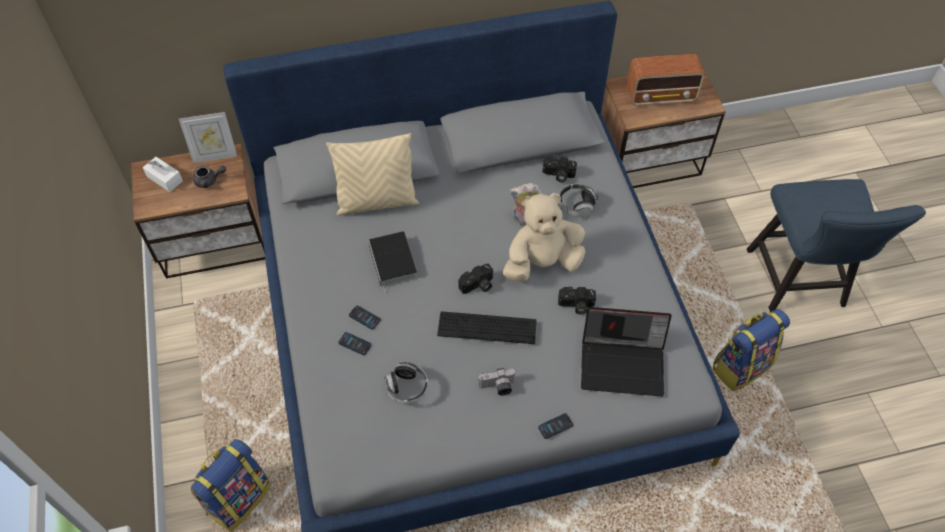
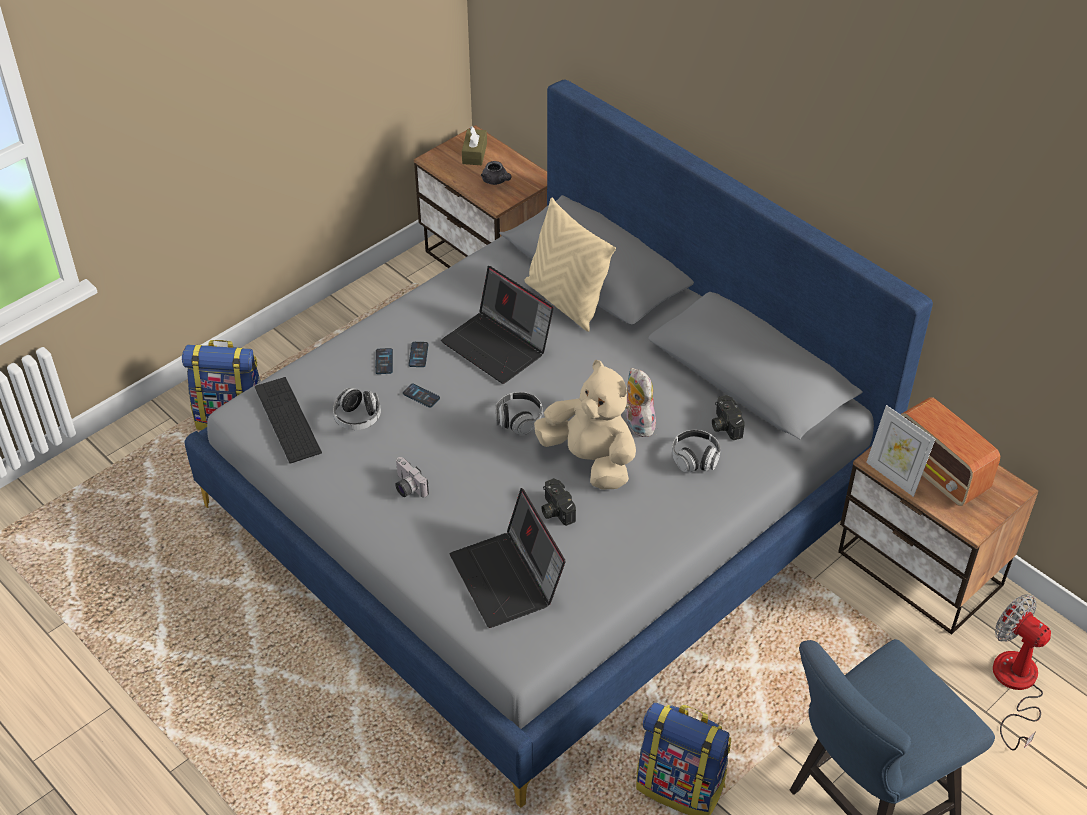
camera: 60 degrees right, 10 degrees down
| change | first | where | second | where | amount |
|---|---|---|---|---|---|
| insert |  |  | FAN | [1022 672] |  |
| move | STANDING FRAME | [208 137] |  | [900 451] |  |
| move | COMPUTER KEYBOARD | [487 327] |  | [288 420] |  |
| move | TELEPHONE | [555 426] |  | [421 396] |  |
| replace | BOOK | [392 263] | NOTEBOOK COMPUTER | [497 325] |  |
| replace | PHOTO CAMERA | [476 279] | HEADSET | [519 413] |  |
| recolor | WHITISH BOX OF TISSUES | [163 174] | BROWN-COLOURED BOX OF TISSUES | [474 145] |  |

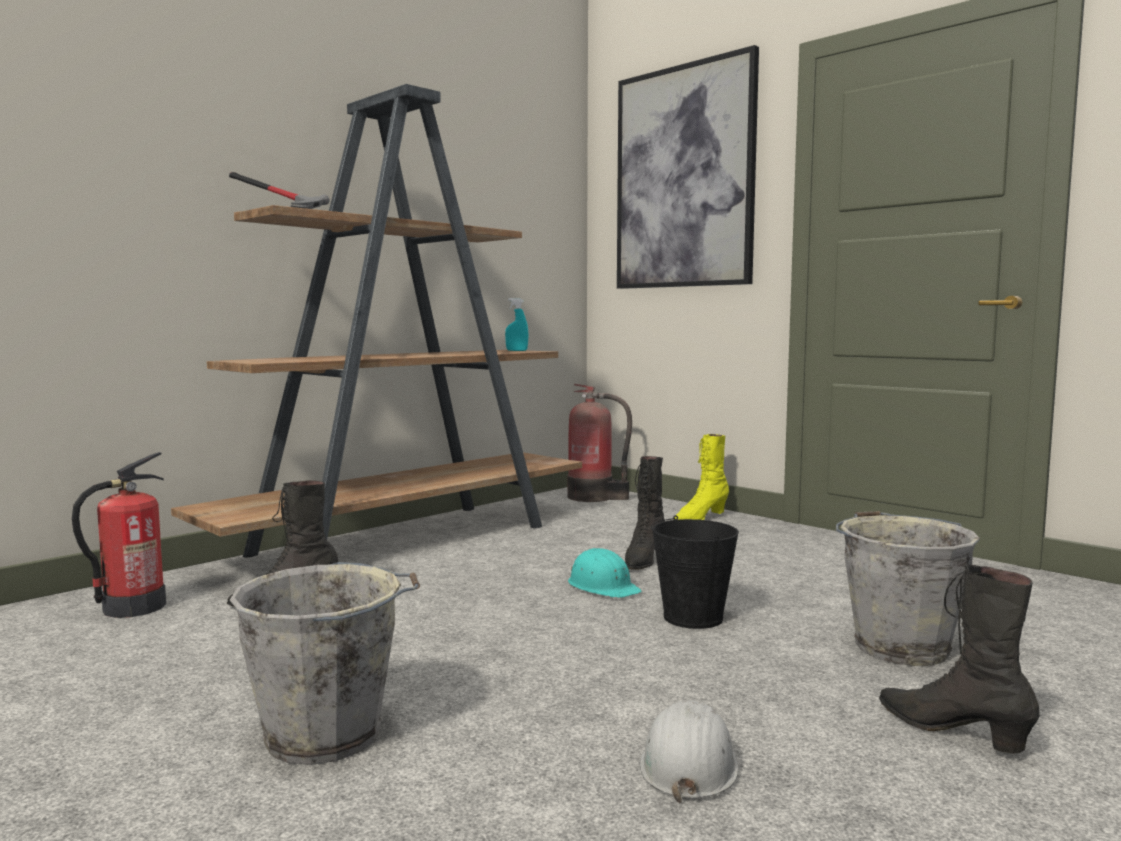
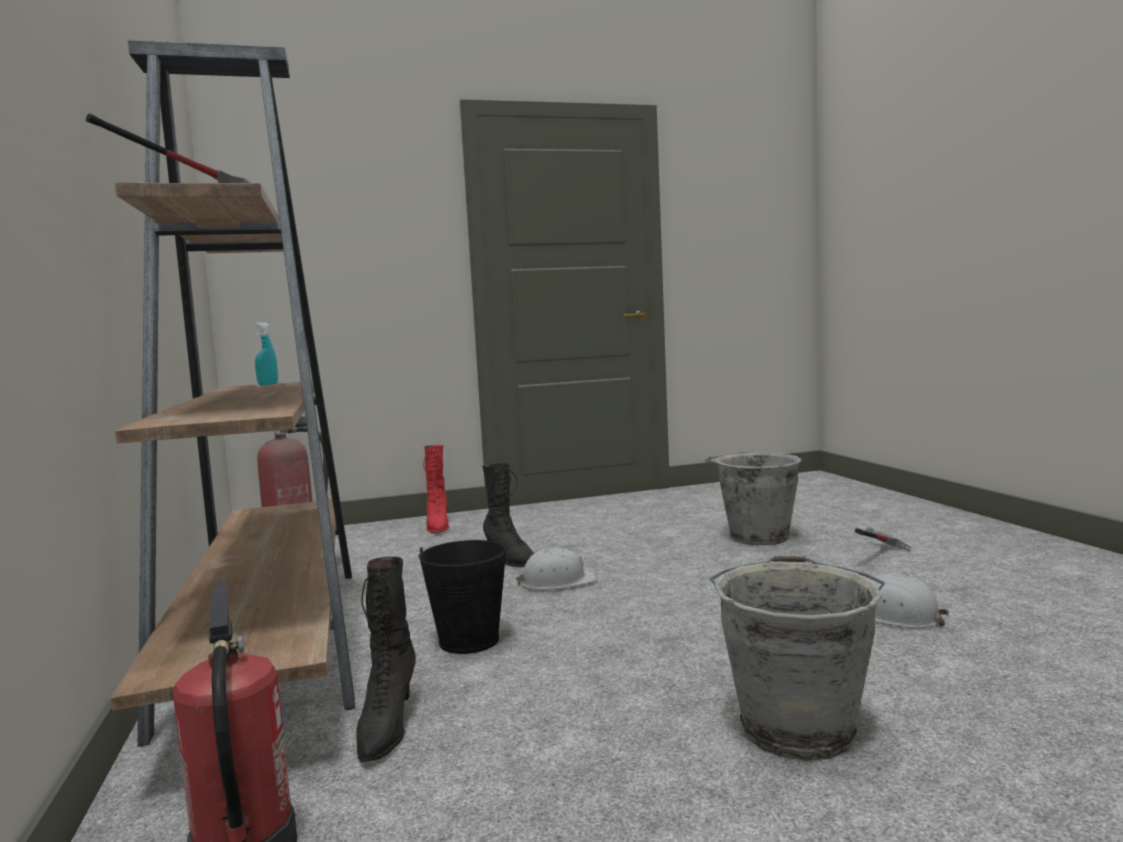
camera: 60 degrees left, 0 degrees up
| change | first | where | second | where | amount |
|---|---|---|---|---|---|
| delete | WALL ART | [688 167] |  |  |  |
| move | BLACKISH WATER BUCKET | [695 572] |  | [463 597] |  |
| replace | BLACKISH BOOT | [959 659] | HAND HAMMER | [883 539] |  |
| recolor | TURQUOISE HARD HAT | [605 573] | WHITISH HARD HAT | [556 569] |  |
| recolor | YELLOW-COLOURED BOOT | [702 477] | REDDISH BOOT | [436 489] |  |

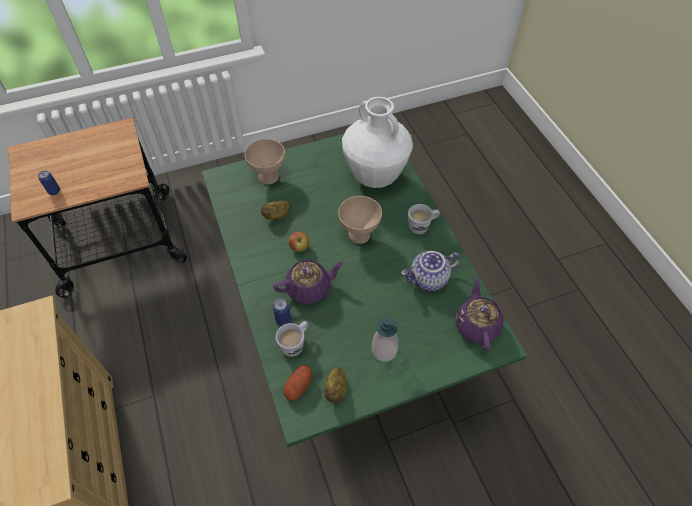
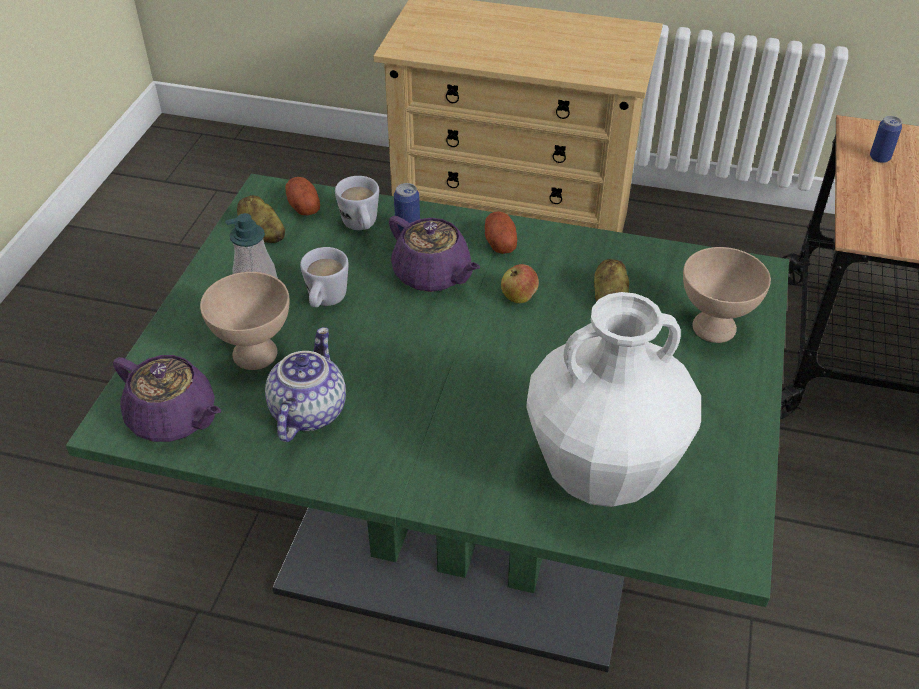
camera: 125 degrees right, 10 degrees down
| change | first | where | second | where | amount |
|---|---|---|---|---|---|
| insert |  |  | WHOLE POTATO | [501 232] |  |
| move | SAND-COLOURED DEEP DISH | [360 220] |  | [245 321] |  |
| move | WHITISH TEA MUG | [424 219] |  | [324 277] |  |
| rotate | PURPLE-COLOURED TEAPOT | [308 282] |  | [434 254] | 60 degrees counterclockwise |

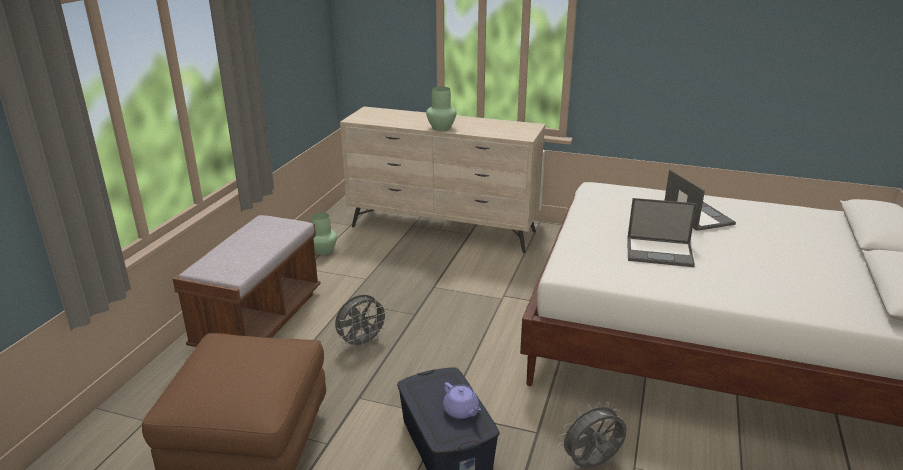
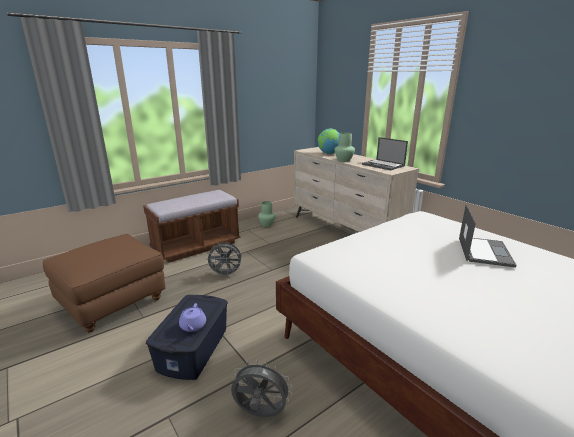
camera: 35 degrees right, 5 degrees down
| change | first | where | second | where | amount |
|---|---|---|---|---|---|
| insert |  |  | WORLD GLOBE | [329 141] |  |
| move | NOTEBOOK COMPUTER | [662 232] |  | [385 154] |  |

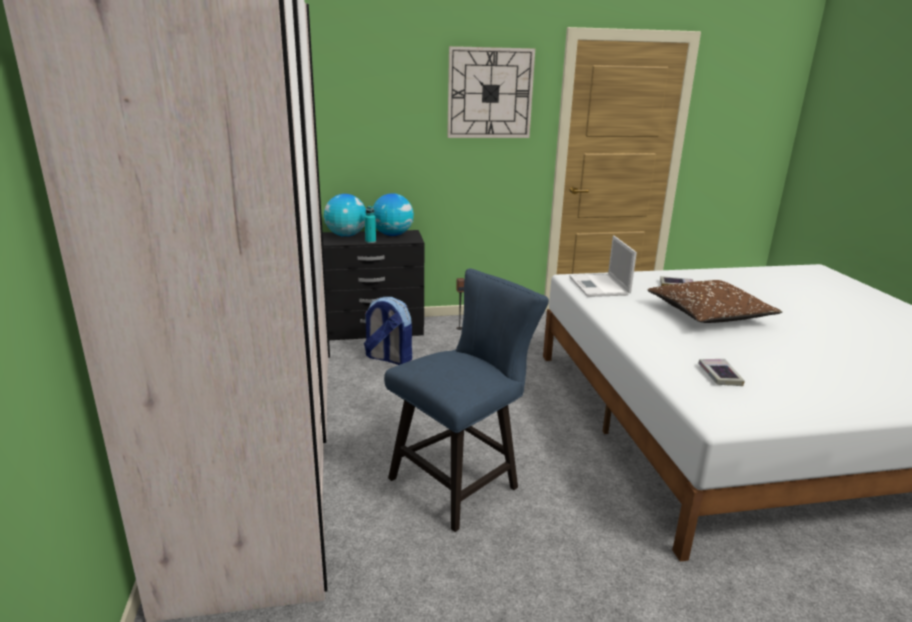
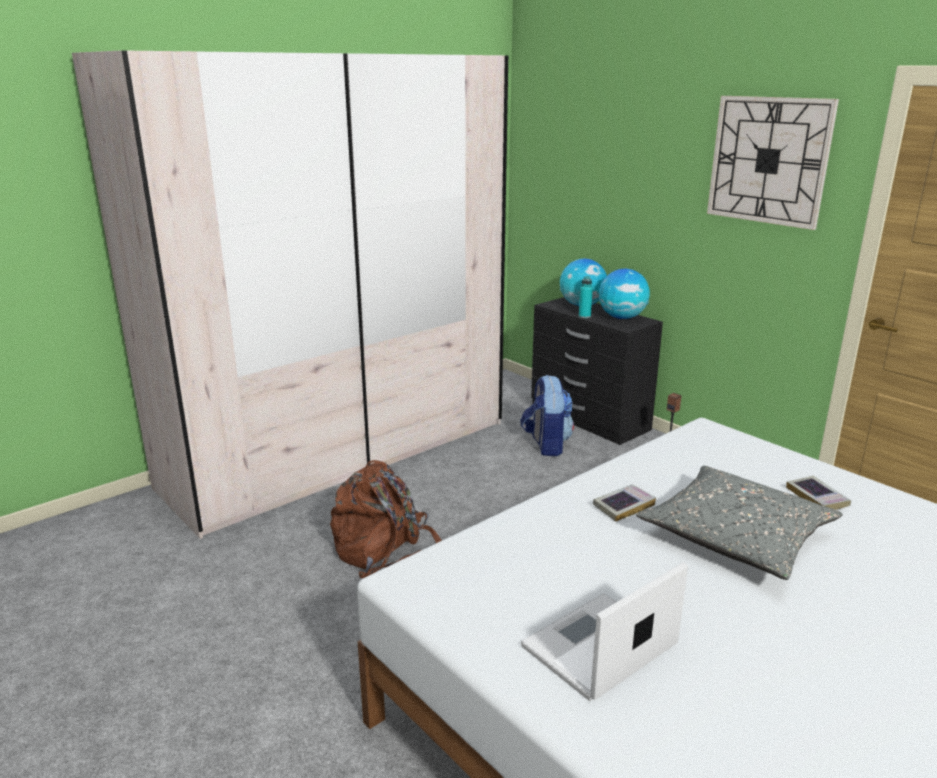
camera: 60 degrees right, 0 degrees up
| change | first | where | second | where | amount |
|---|---|---|---|---|---|
| move | NOTEBOOK COMPUTER | [603 266] |  | [604 631] |  |
| move | BOOK | [721 372] |  | [624 503] |  |
| replace | BLUE-COLOURED UPRIGHT CHAIR | [466 400] | BROWN-COLOURED BACKPACK | [386 519] |  |
| recolor | BROWN-COLOURED CUSHION | [714 301] | GREYISH CUSHION | [739 523] |  |

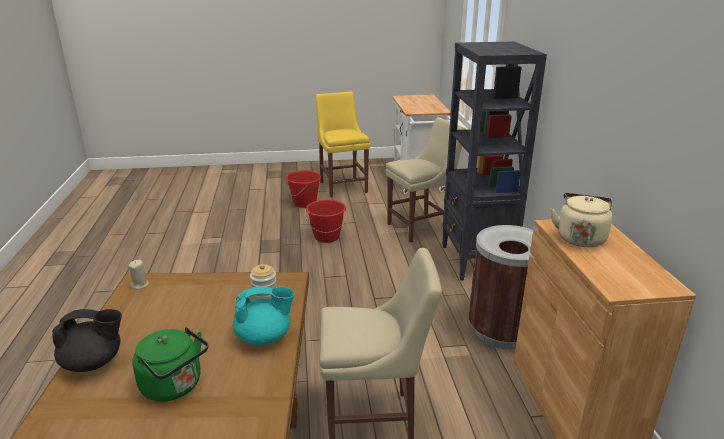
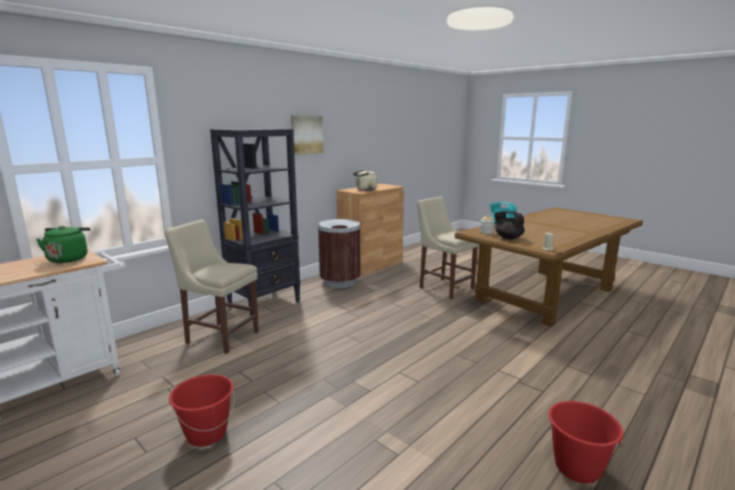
camera: 130 degrees left, 10 degrees down
| change | first | where | second | where | amount |
|---|---|---|---|---|---|
| delete | YELLOW-COLOURED UPRIGHT CHAIR | [343 145] |  |  |  |
| insert |  |  | WALL ART | [307 135] |  |
| move | BLACKISH TEAPOT | [87 340] |  | [509 225] |  |
| move | GREEN-COLOURED TEA KETTLE | [170 364] |  | [63 244] |  |
| move | REDDISH WATER BUCKET | [326 221] |  | [586 442] |  |

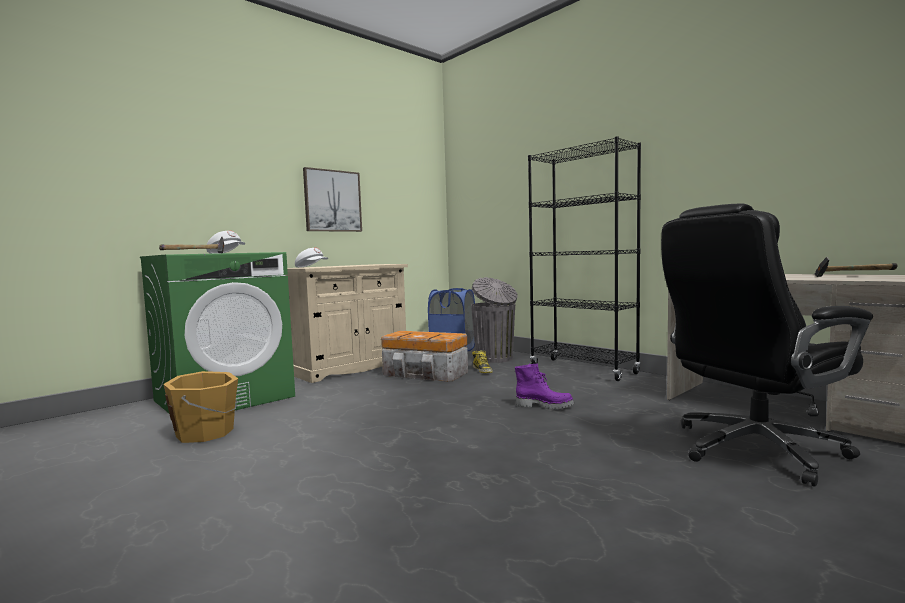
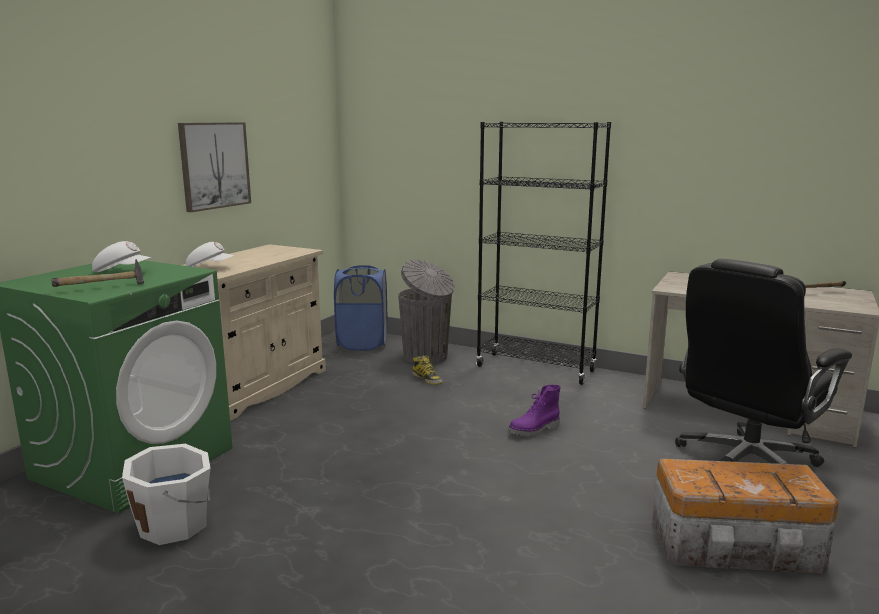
camera: 20 degrees left, 10 degrees up
| change | first | where | second | where | amount |
|---|---|---|---|---|---|
| move | STORAGE CONTAINER | [424 356] |  | [745 516] |  |
| recolor | ORANGE-COLOURED WATER BUCKET | [200 407] | WHITISH WATER BUCKET | [166 494] |  |
| rotate | PURPLE-COLOURED BOOT | [544 386] |  | [534 411] | 150 degrees clockwise |

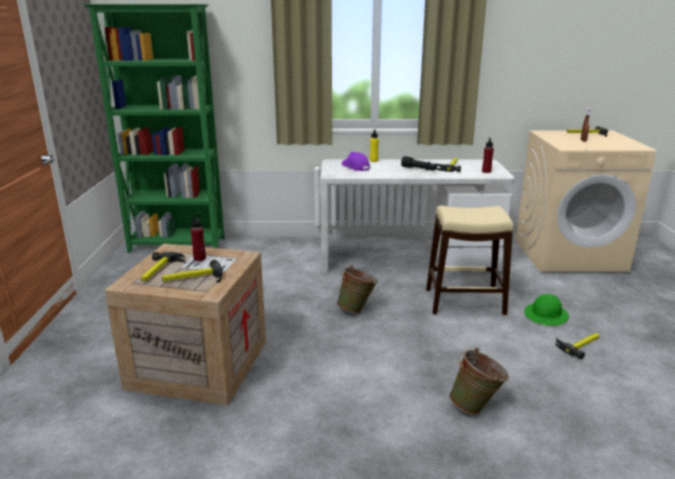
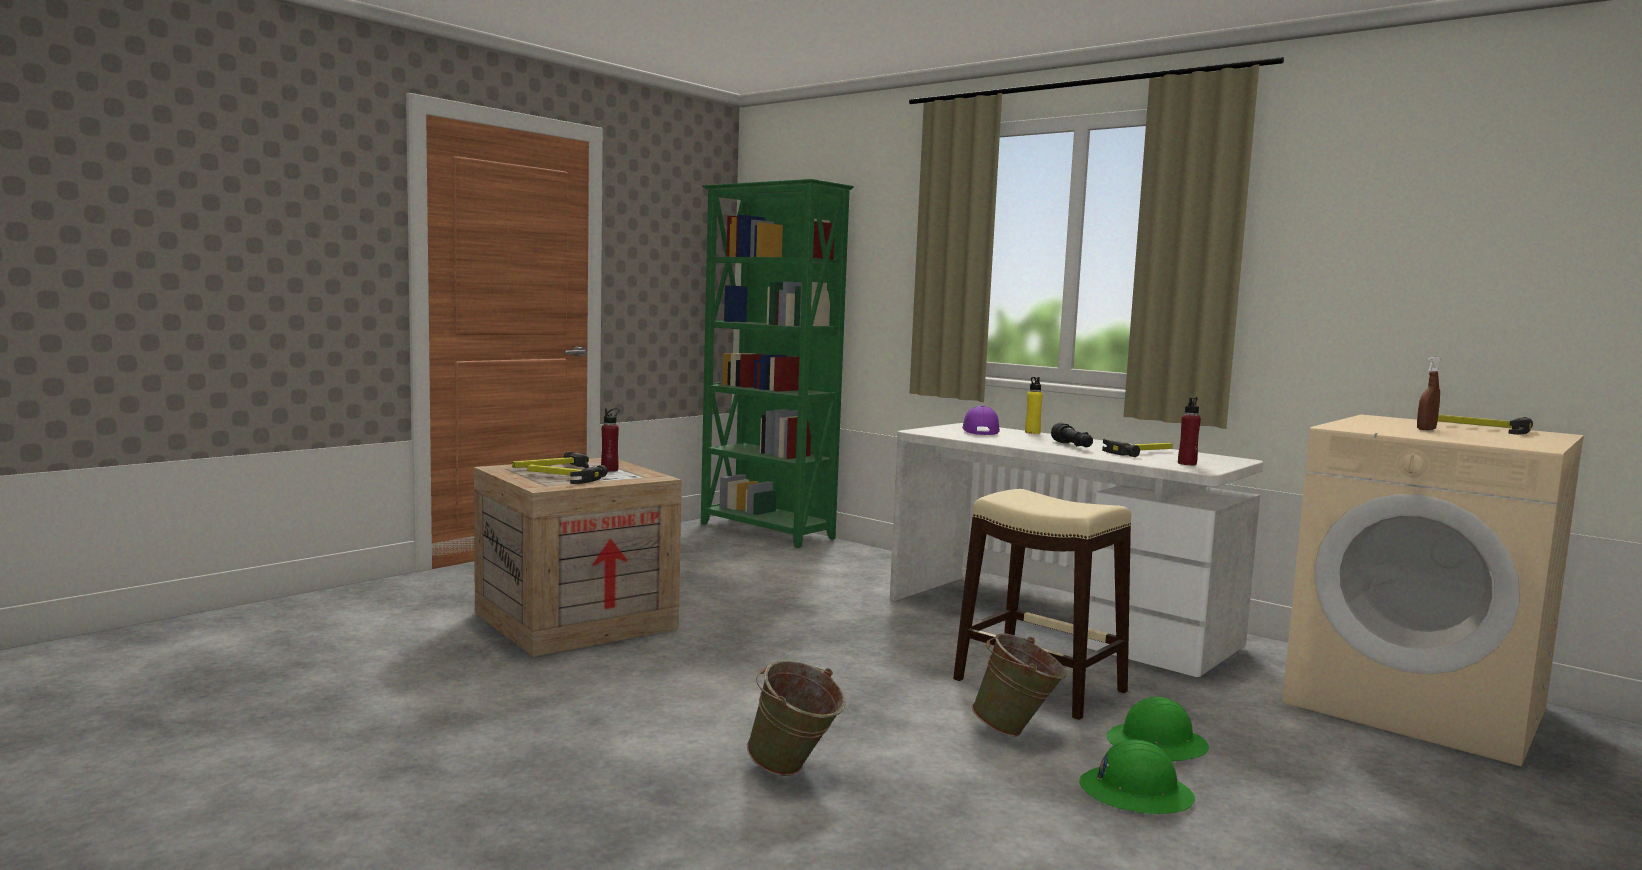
camera: 40 degrees right, 15 degrees down
| change | first | where | second | where | amount |
|---|---|---|---|---|---|
| move | GREEN-COLOURED WATER BUCKET | [357 289] |  | [1019 685] |  |
| replace | HAND HAMMER | [578 346] | GREEN-COLOURED HARD HAT | [1137 777] |  |

